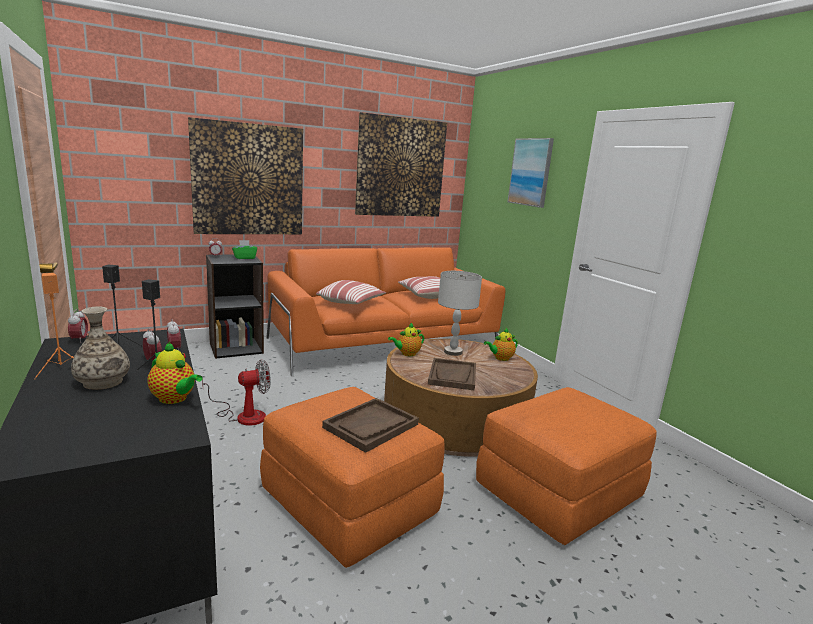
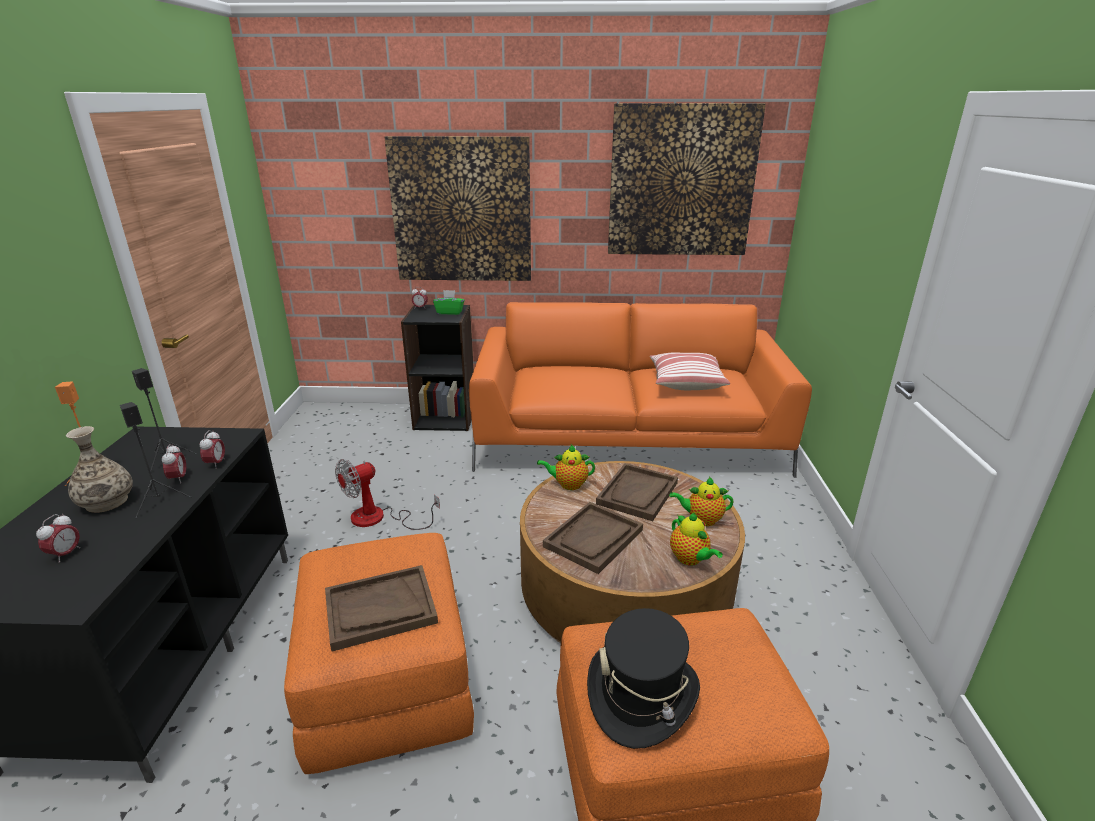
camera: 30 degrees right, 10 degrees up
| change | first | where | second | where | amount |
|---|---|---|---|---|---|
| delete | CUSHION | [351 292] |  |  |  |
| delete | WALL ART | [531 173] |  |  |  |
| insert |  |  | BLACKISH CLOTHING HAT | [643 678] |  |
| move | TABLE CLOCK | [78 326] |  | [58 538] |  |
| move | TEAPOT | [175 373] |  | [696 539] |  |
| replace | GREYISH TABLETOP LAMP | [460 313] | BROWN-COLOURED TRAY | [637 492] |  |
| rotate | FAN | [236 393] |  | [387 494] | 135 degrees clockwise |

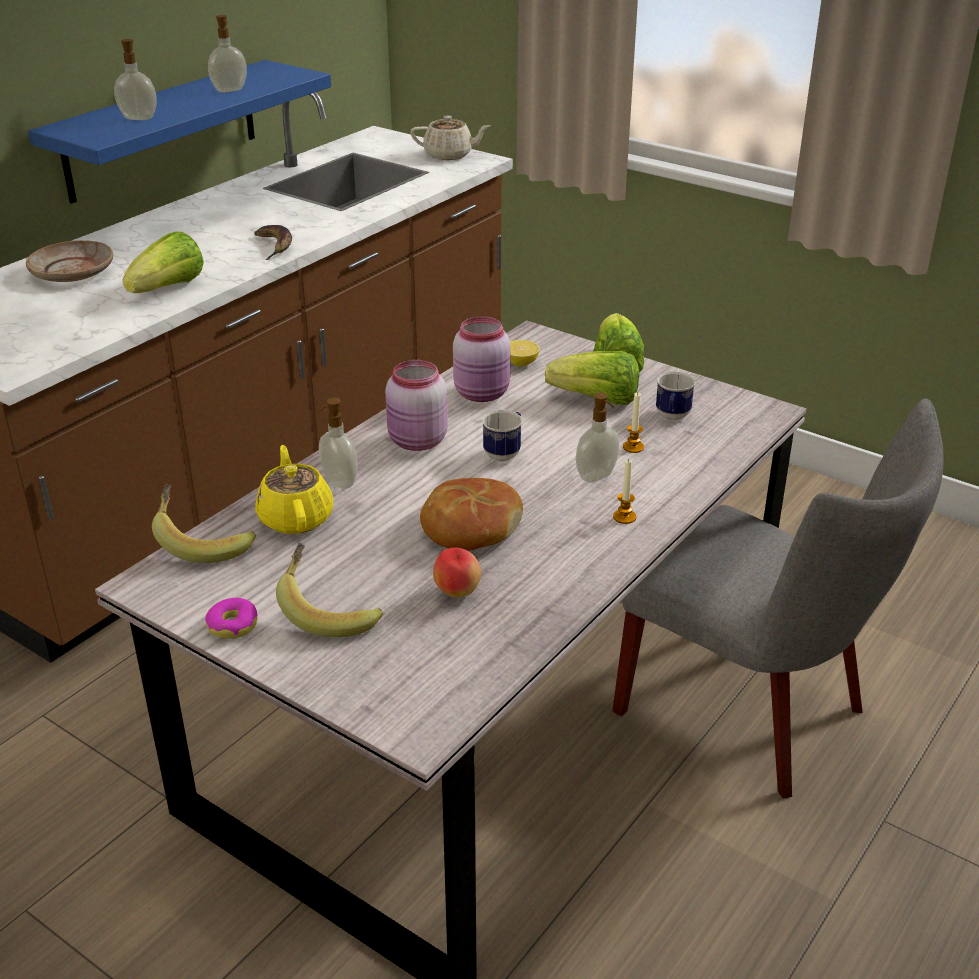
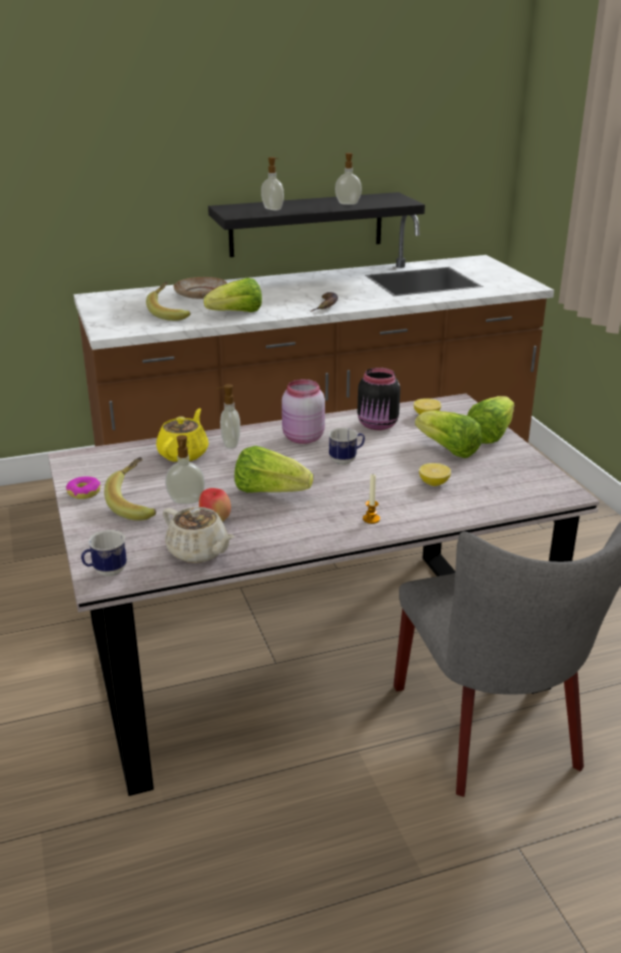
camera: 35 degrees right, 5 degrees down
| change | first | where | second | where | amount |
|---|---|---|---|---|---|
| move | BANANA | [204 523] |  | [168 301] |  |
| move | SAND-COLOURED TEAPOT | [450 137] |  | [198 535] |  |
| move | SOAP DISPENSER | [597 437] |  | [185 469] |  |
| move | TEA MUG | [676 395] |  | [104 553] |  |
| replace | BREAD | [471 514] | HEAD OF LETTUCE | [273 469] |  |
| replace | WAX LIGHT | [633 422] | CITRUS FRUIT | [435 474] |  |
| recolor | BLUE-COLOURED BRACKET SHELF | [179 132] | BLACKISH BRACKET SHELF | [316 224] |  |
| recolor | PINK JAR | [482 359] | BLACKISH JAR | [378 399] |  |

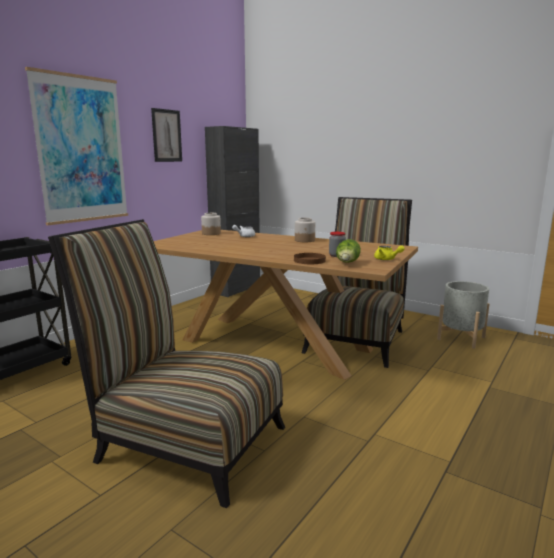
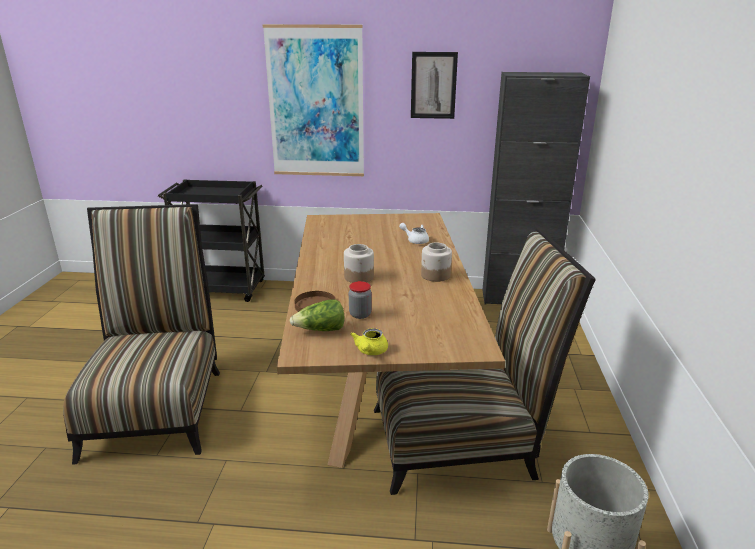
camera: 60 degrees right, 10 degrees up
| change | first | where | second | where | amount |
|---|---|---|---|---|---|
| move | JAR | [211 224] |  | [359 263] |  |

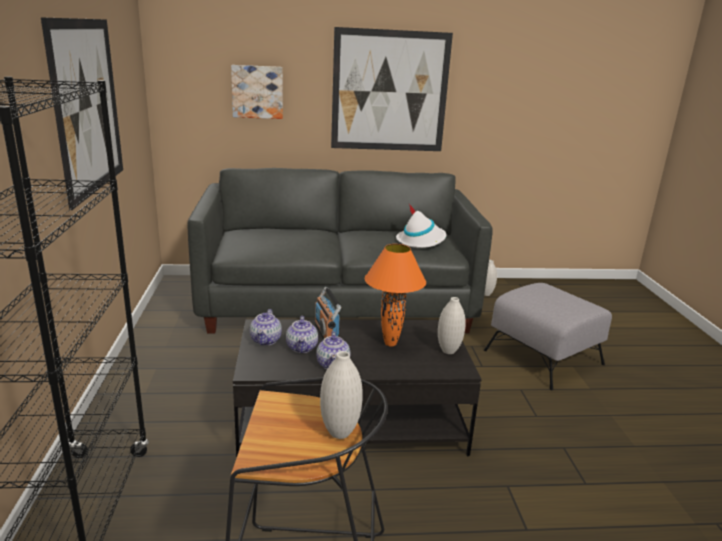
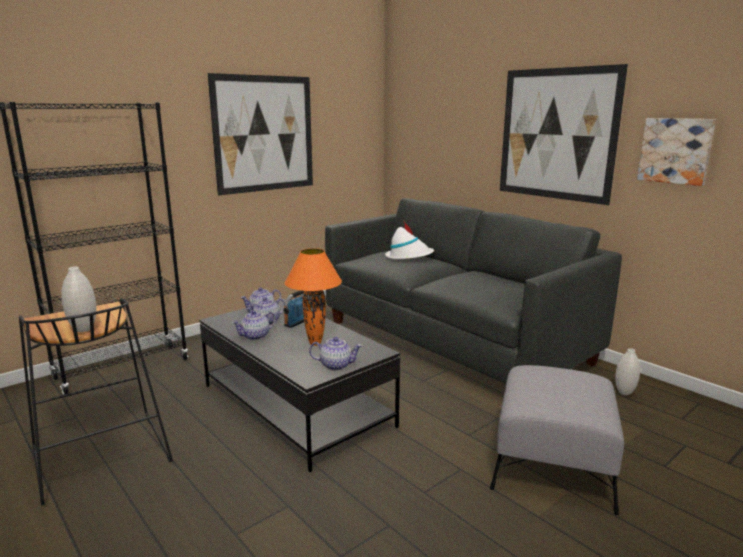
camera: 55 degrees right, 5 degrees down
| change | first | where | second | where | amount |
|---|---|---|---|---|---|
| move | WALL ART | [257 92] |  | [676 152] |  |
| move | WHITISH CLOTHING HAT | [421 226] |  | [409 240] |  |
| replace | WHITISH FLOWER VASE | [452 325] | TEAPOT | [335 354] |  |

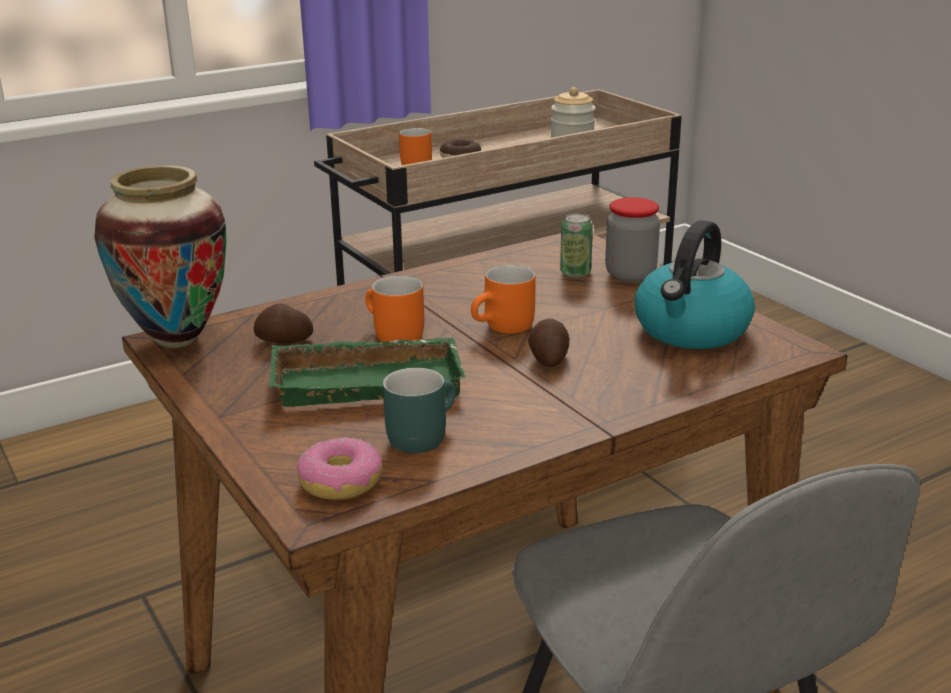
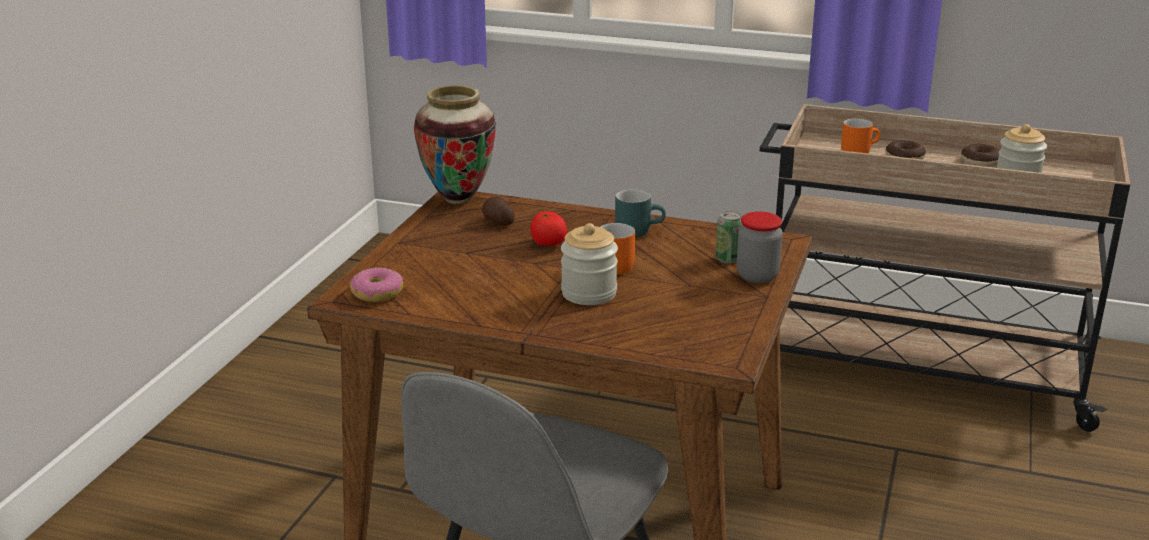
camera: 50 degrees right, 0 degrees up
| change | first | where | second | where | amount |
|---|---|---|---|---|---|
| delete | GREEN-COLOURED TRAY | [366 372] |  |  |  |
| delete | TEA KETTLE | [695 284] |  |  |  |
| insert |  |  | DONUT | [980 155] |  |
| move | TURQUOISE TEA MUG | [419 410] |  | [640 213] |  |
| replace | ORANGE-COLOURED TEA MUG | [394 309] | WHOLE TOMATO | [548 228] |  |
| replace | WHOLE POTATO | [548 343] | JAR | [589 264] |  |

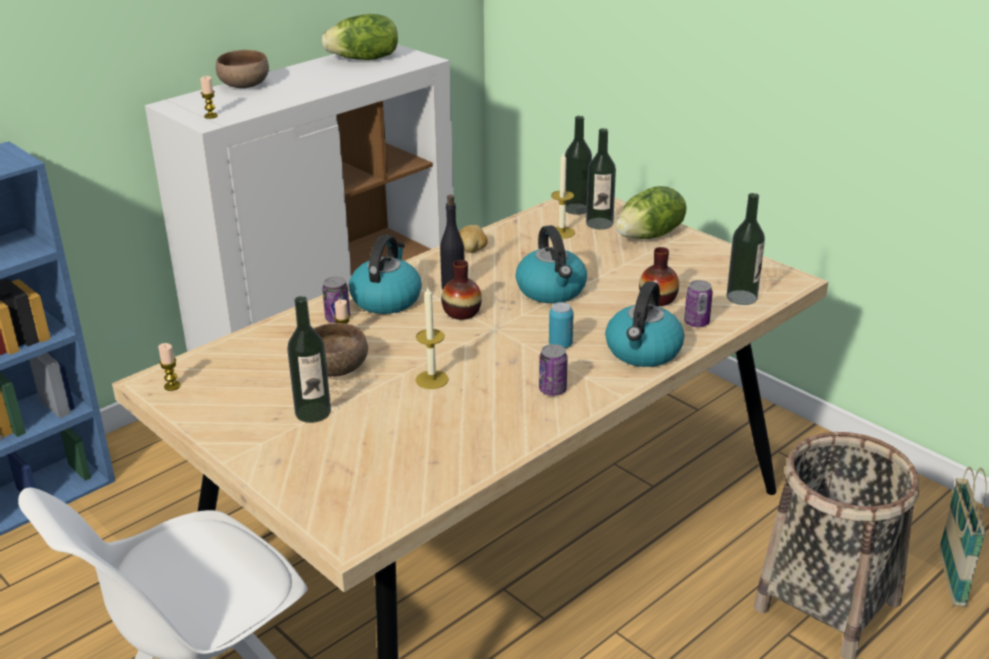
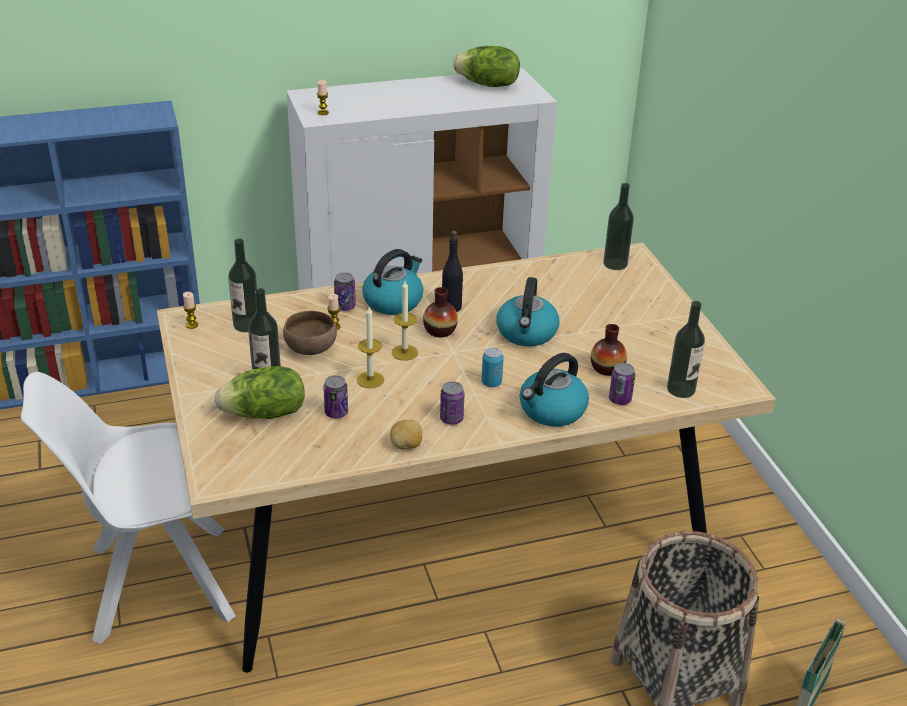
camera: 25 degrees right, 5 degrees up
| change | first | where | second | where | amount |
|---|---|---|---|---|---|
| delete | BROWN-COLOURED DEEP DISH | [242 69] |  |  |  |
| insert |  |  | SEALED CAN | [335 396] |  |
| move | WHOLE POTATO | [473 239] |  | [406 435] |  |
| move | WAX LIGHT | [563 195] |  | [405 321] |  |
| move | BOTTLE | [601 178] |  | [242 285] |  |
| move | HEAD OF LETTUCE | [651 212] |  | [259 392] |  |

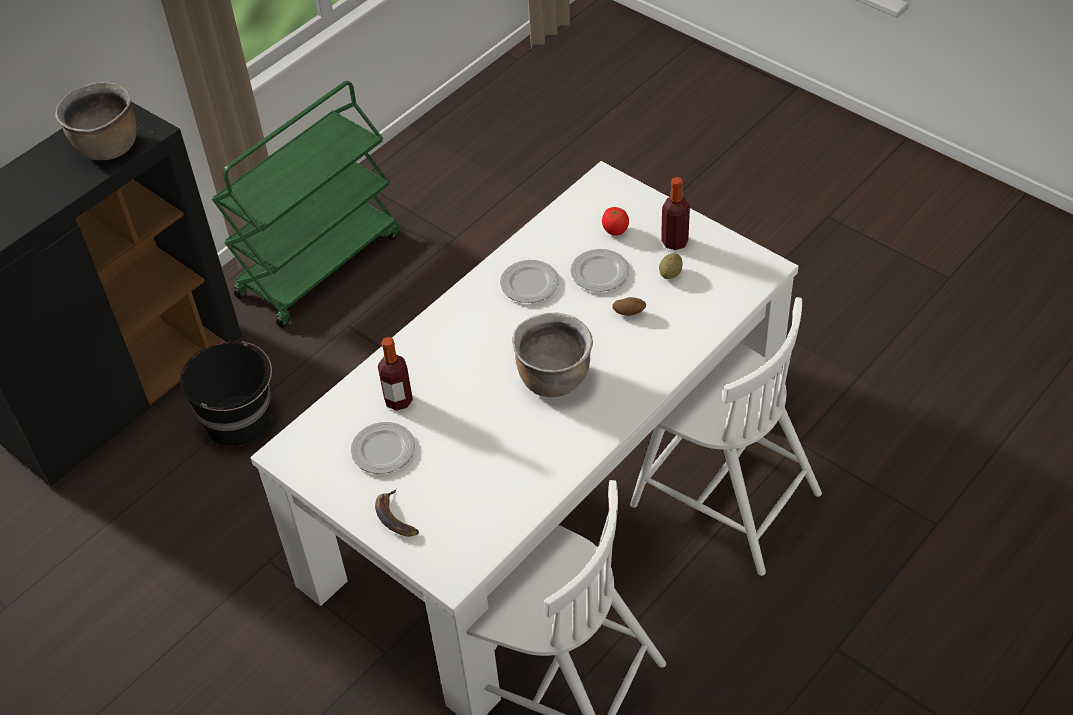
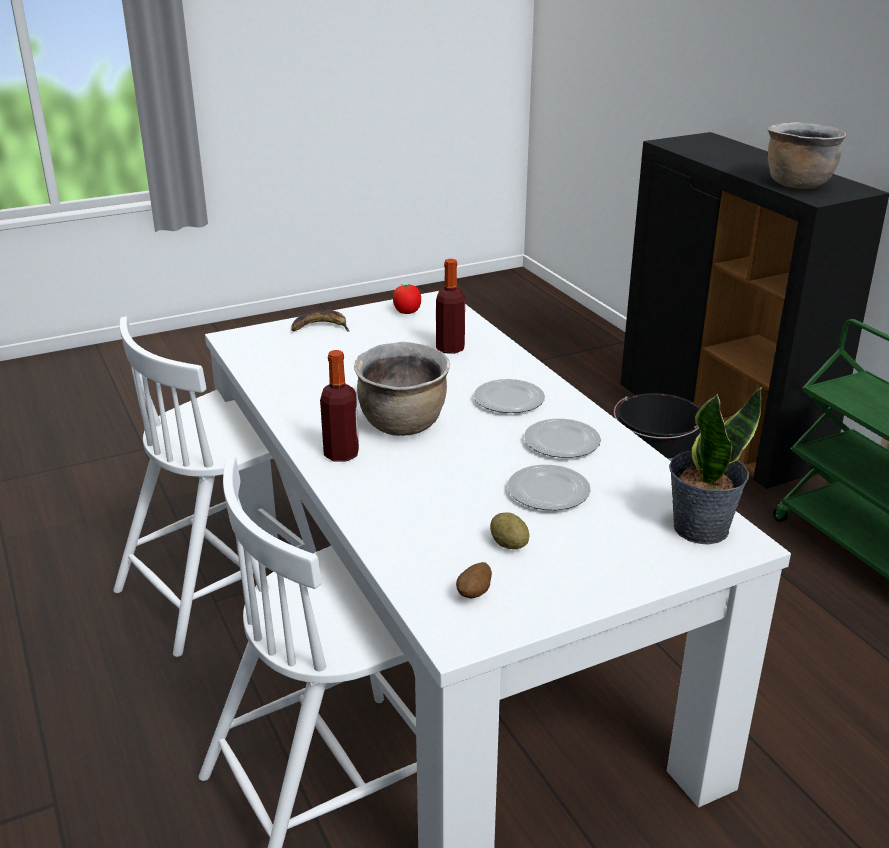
camera: 110 degrees right, 20 degrees down
| change | first | where | second | where | amount |
|---|---|---|---|---|---|
| insert |  |  | POTTED PLANT | [715 466] |  |
| move | FLAT DISH | [383 448] |  | [509 396] |  |
| move | WHOLE TOMATO | [615 221] |  | [407 299] |  |
| move | WHOLE POTATO | [629 306] |  | [474 580] |  |
| move | BOTTLE | [675 213] |  | [339 406] |  |

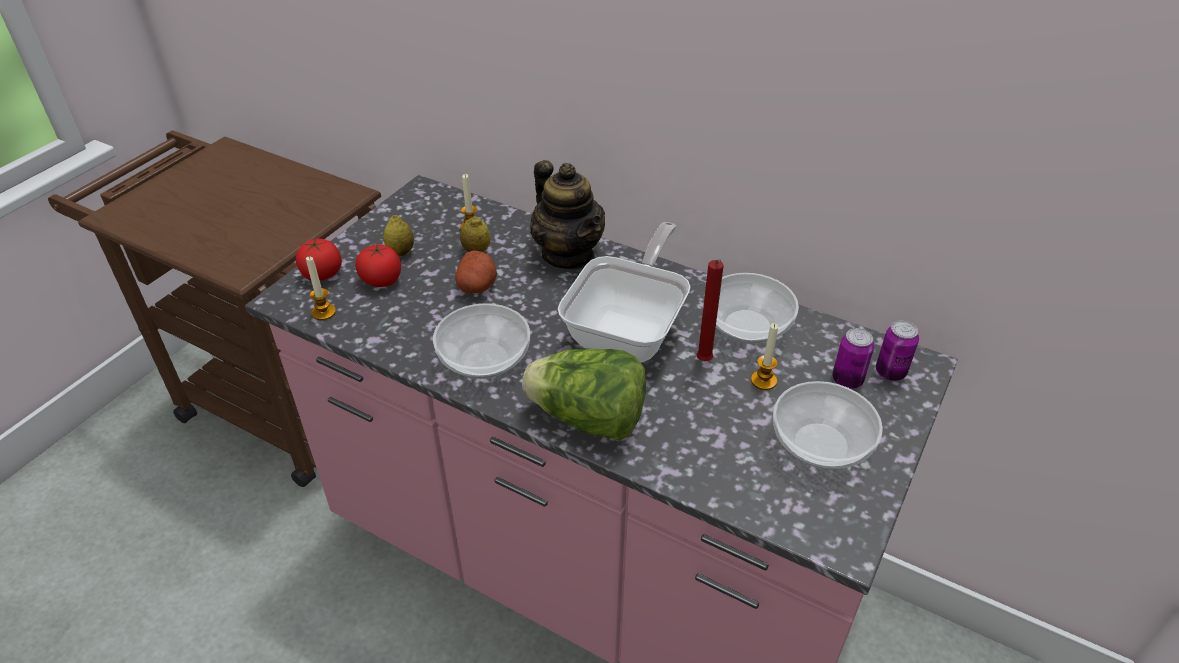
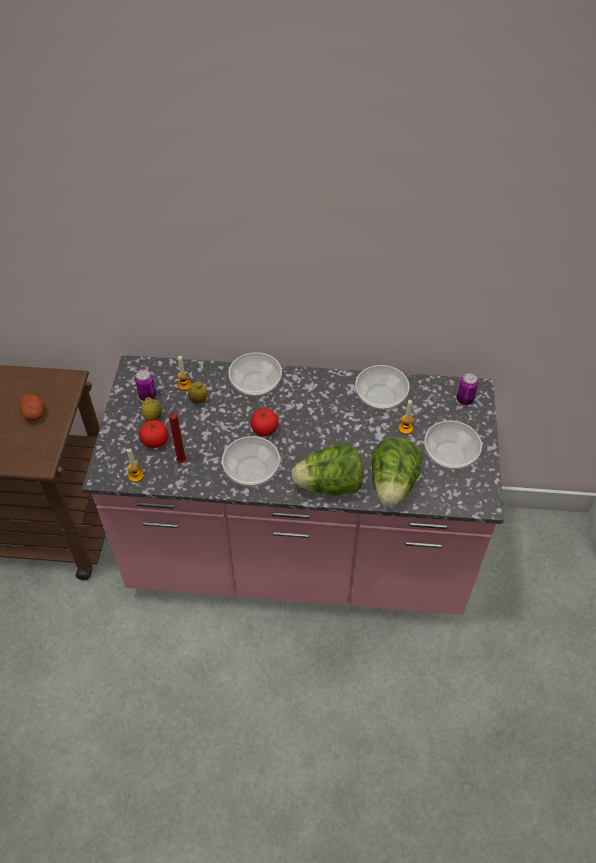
camera: 25 degrees left, 10 degrees up
| change | first | where | second | where | amount |
|---|---|---|---|---|---|
| delete | FRYING PAN | [624 292] |  |  |  |
| insert |  |  | HEAD OF LETTUCE | [397 472] |  |
| move | WHOLE TOMATO | [319 259] |  | [265 422] |  |
| move | WHOLE POTATO | [476 271] |  | [32 407] |  |
| move | REDDISH WAX LIGHT | [710 310] |  | [177 438] |  |
| move | SEALED CAN | [853 358] |  | [145 385] |  |
| replace | TEAPOT | [567 214] | DEEP DISH | [255 374] |  |

